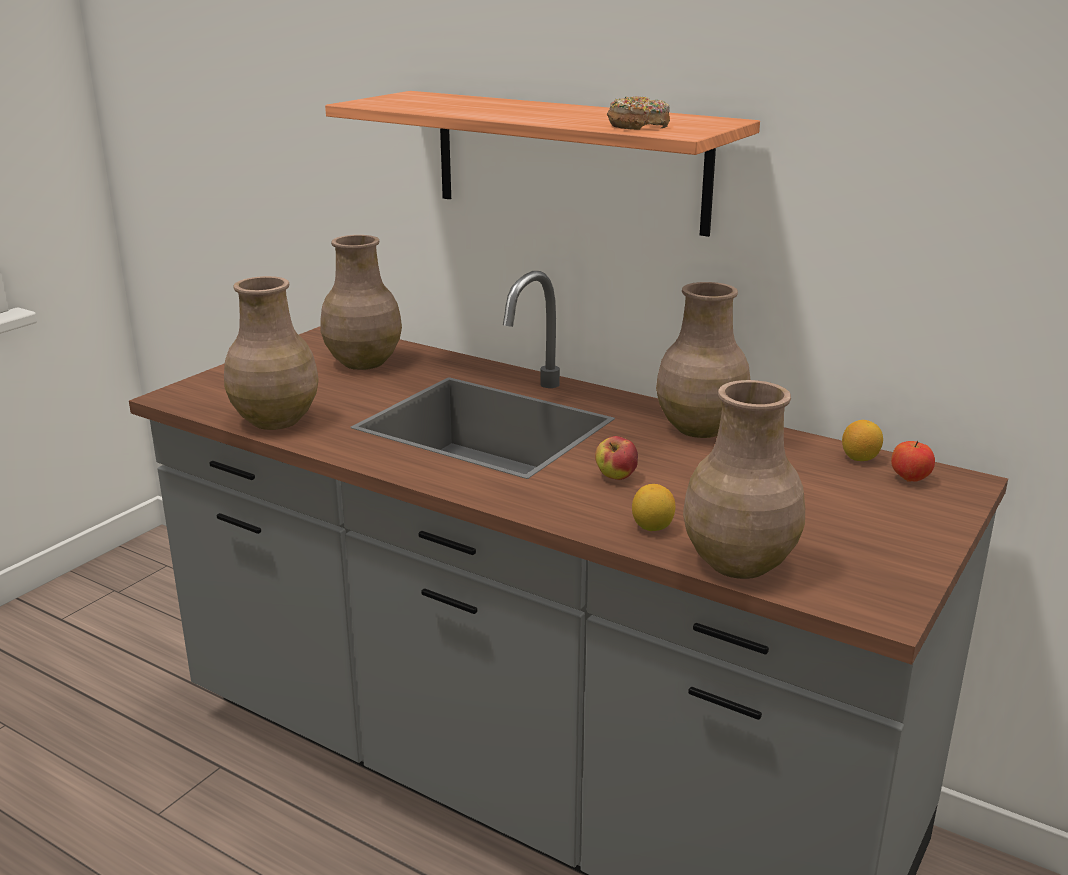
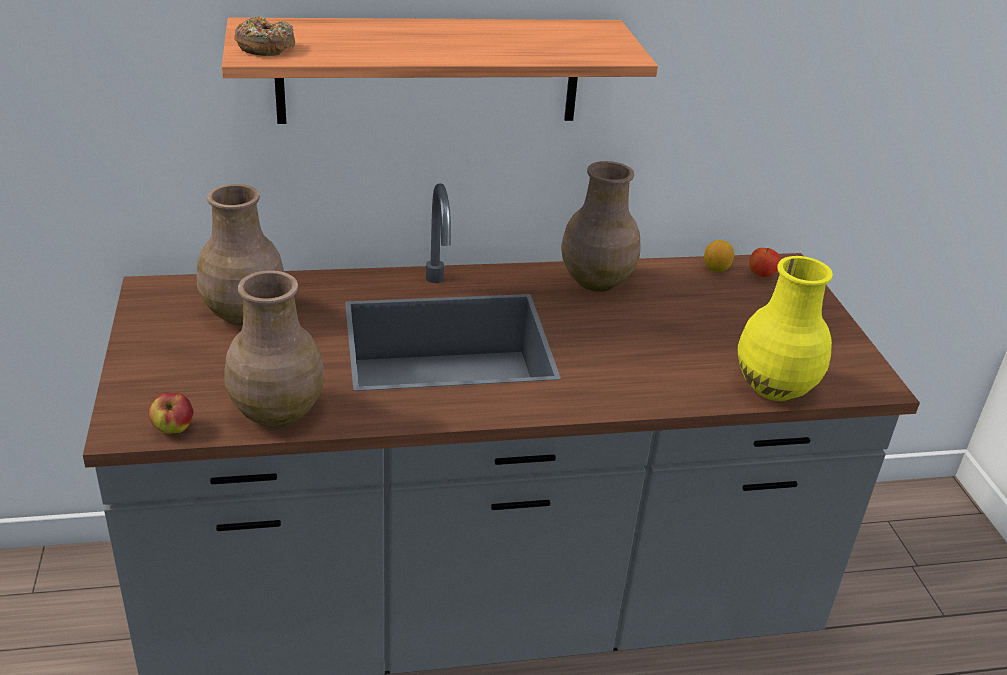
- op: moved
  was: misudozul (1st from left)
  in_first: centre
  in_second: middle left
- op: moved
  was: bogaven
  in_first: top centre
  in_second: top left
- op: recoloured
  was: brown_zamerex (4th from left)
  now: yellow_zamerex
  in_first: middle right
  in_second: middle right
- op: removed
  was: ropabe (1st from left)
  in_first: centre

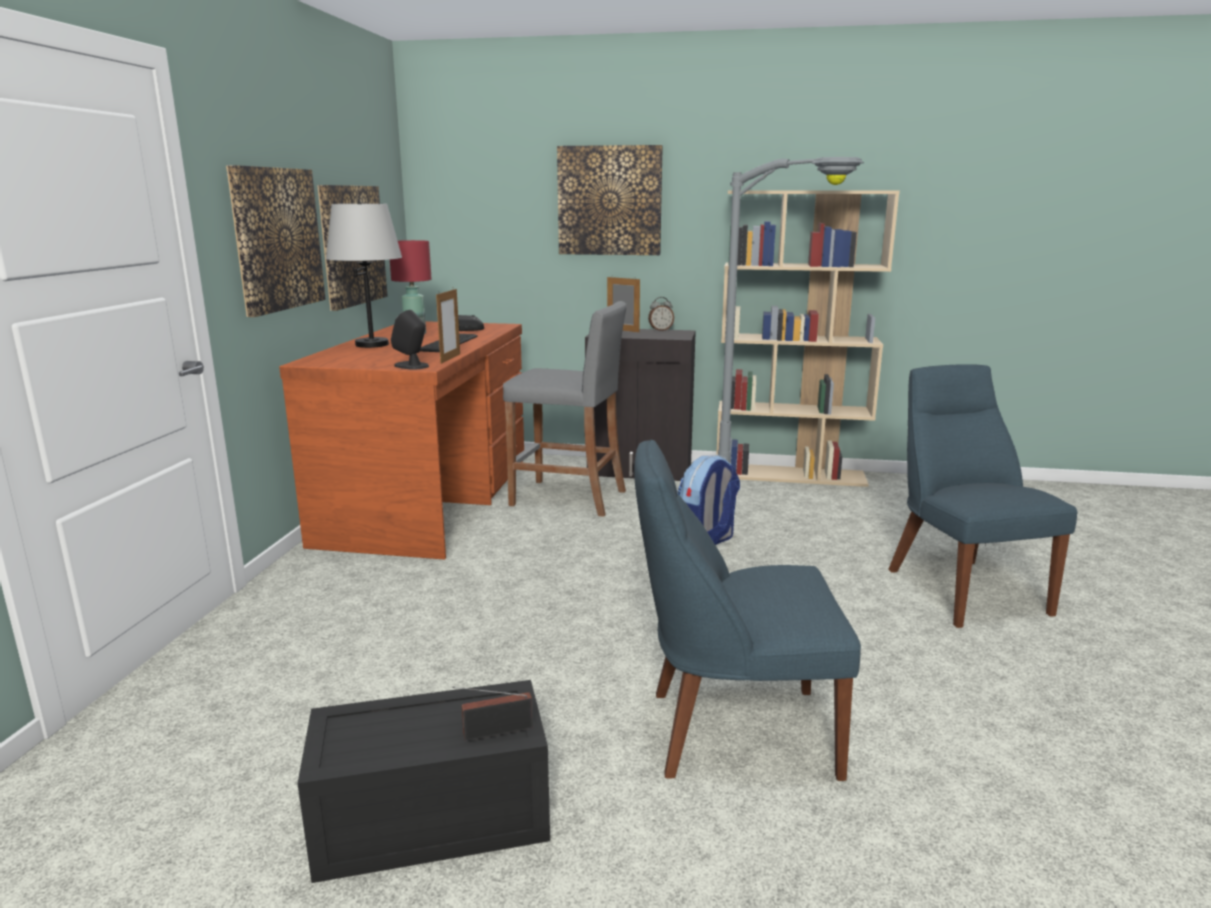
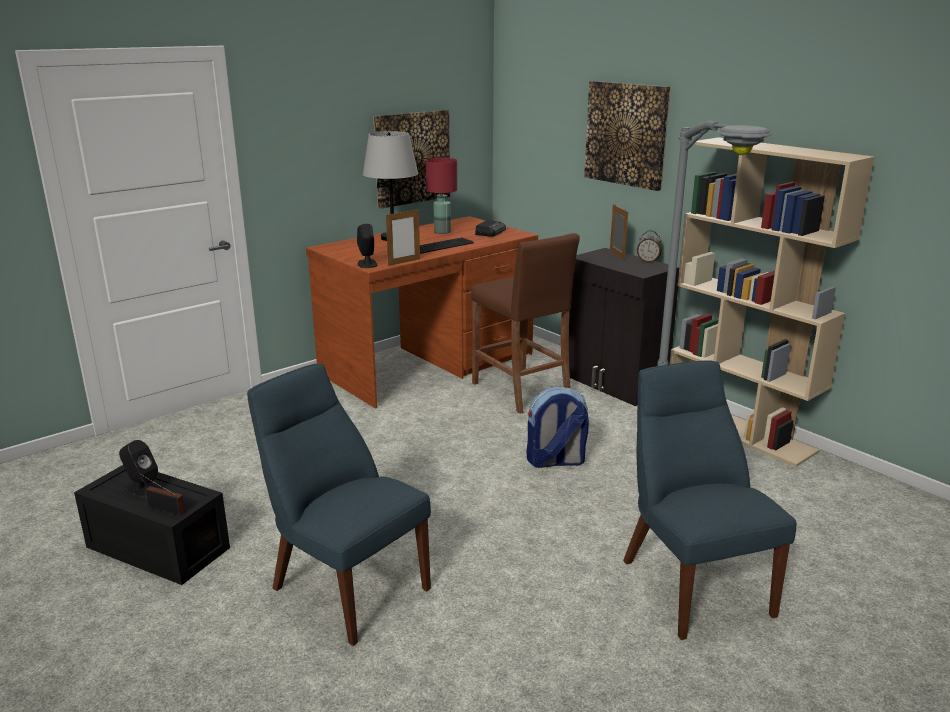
- op: added
  now: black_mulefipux (1st from left)
  in_second: middle left
- op: recoloured
  was: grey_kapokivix
  now: brown_kapokivix
  in_first: centre
  in_second: centre
- op: turned
  was: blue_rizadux (2nd from left)
  in_first: middle right
  in_second: bottom right
  clockwise: -45
- op: removed
  was: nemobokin (1st from left)
  in_first: top left

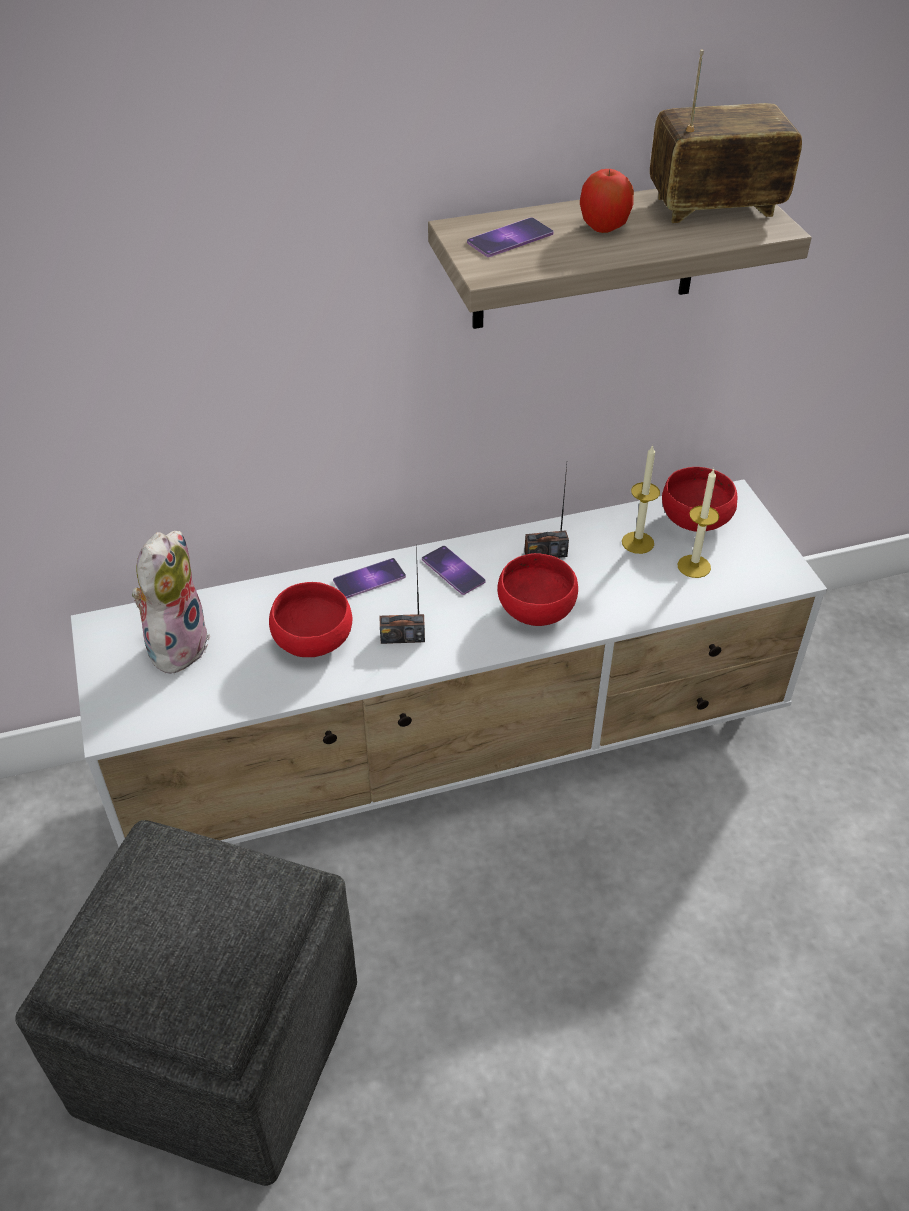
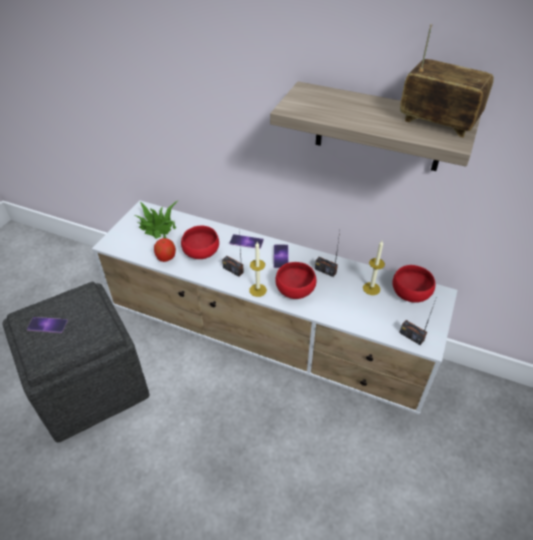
- op: moved
  was: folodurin (3rd from left in the first image)
  now: folodurin (1st from left)
  in_first: top centre
  in_second: middle left
- op: replaced
  was: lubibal
  now: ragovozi
  in_first: middle left
  in_second: middle left
- op: moved
  was: misudozul
  in_first: top right
  in_second: middle left
- op: moved
  was: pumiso (2nd from left in the first image)
  now: pumiso (1st from left)
  in_first: middle right
  in_second: centre
- op: added
  now: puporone (3rd from left)
  in_second: middle right

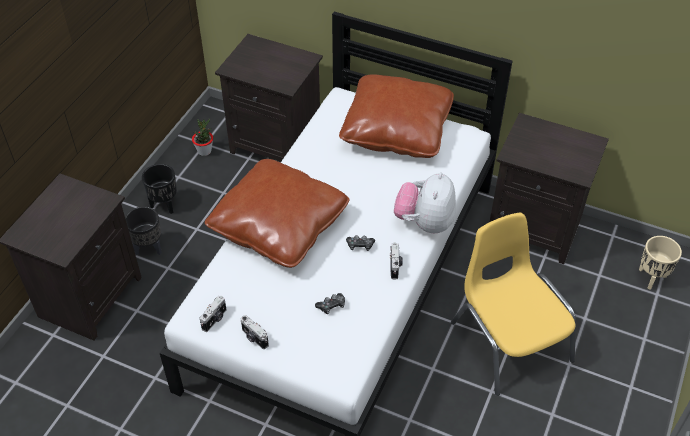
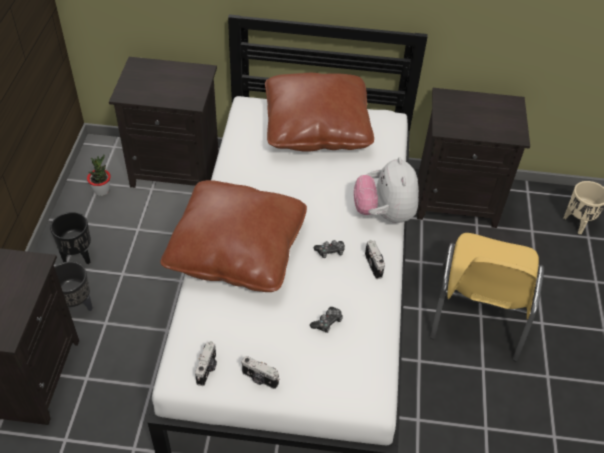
- op: turned
  was: yellow_rizadux
  in_first: bottom right
  in_second: middle right
  clockwise: -120

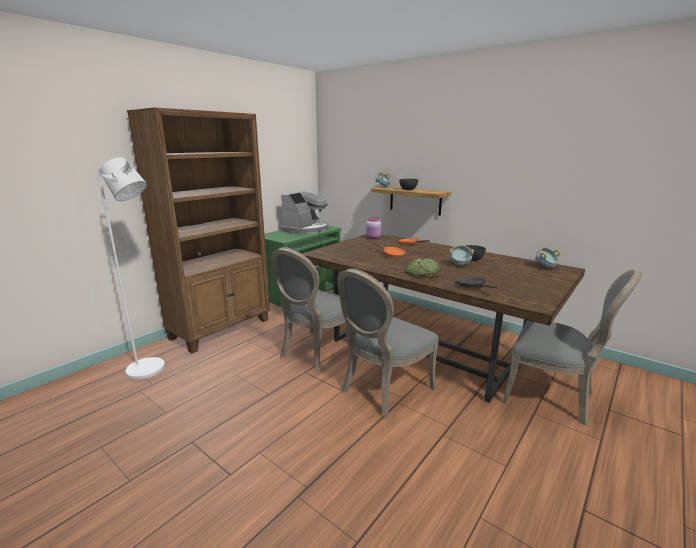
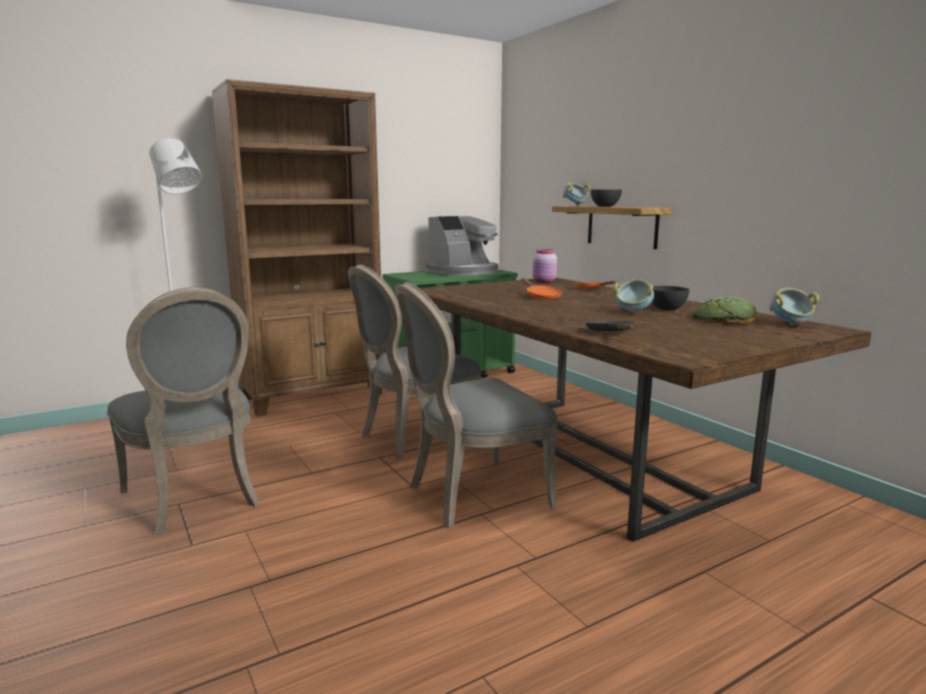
- op: moved
  was: grey_rizadux (3rd from left in the first image)
  now: grey_rizadux (1st from left)
  in_first: middle right
  in_second: middle left
- op: moved
  was: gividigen
  in_first: centre
  in_second: middle right

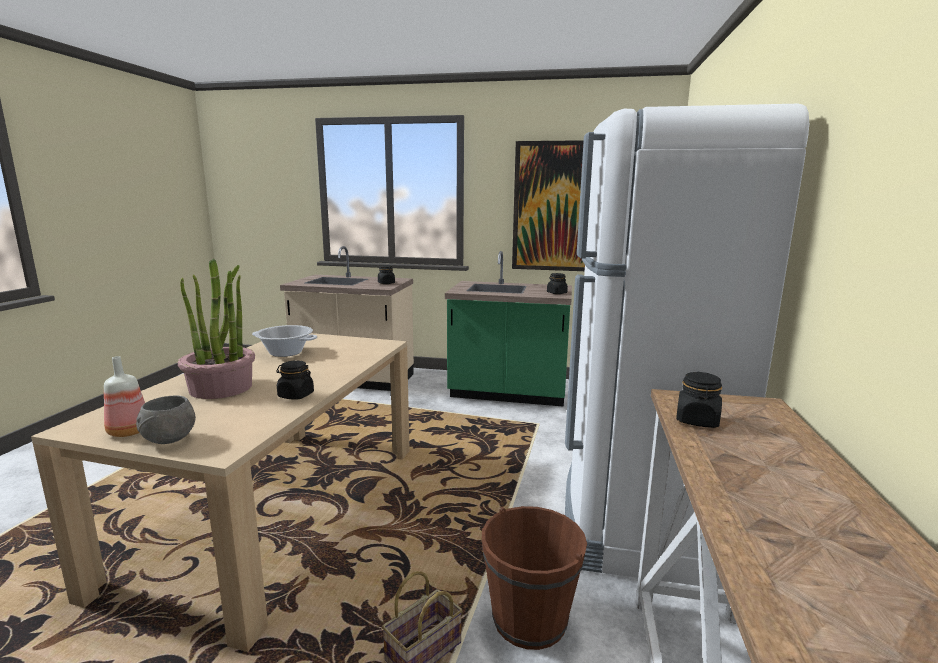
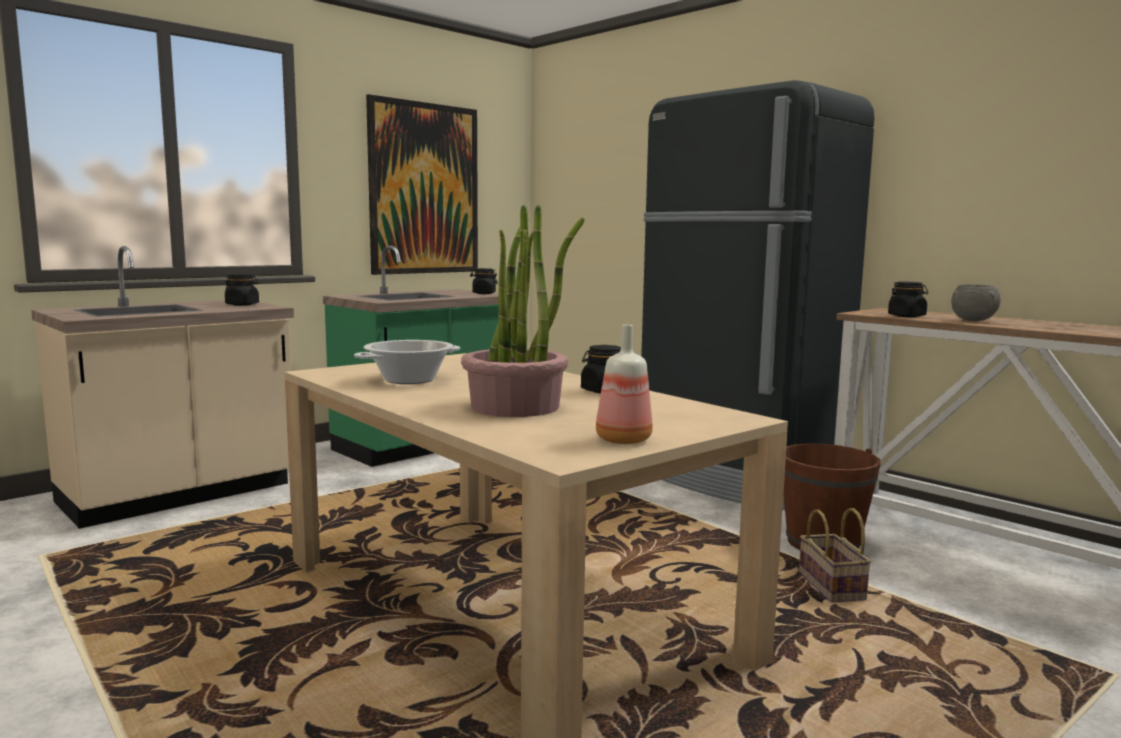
- op: recoloured
  was: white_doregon
  now: black_doregon
  in_first: middle right
  in_second: middle right
- op: moved
  was: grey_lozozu
  in_first: middle left
  in_second: middle right

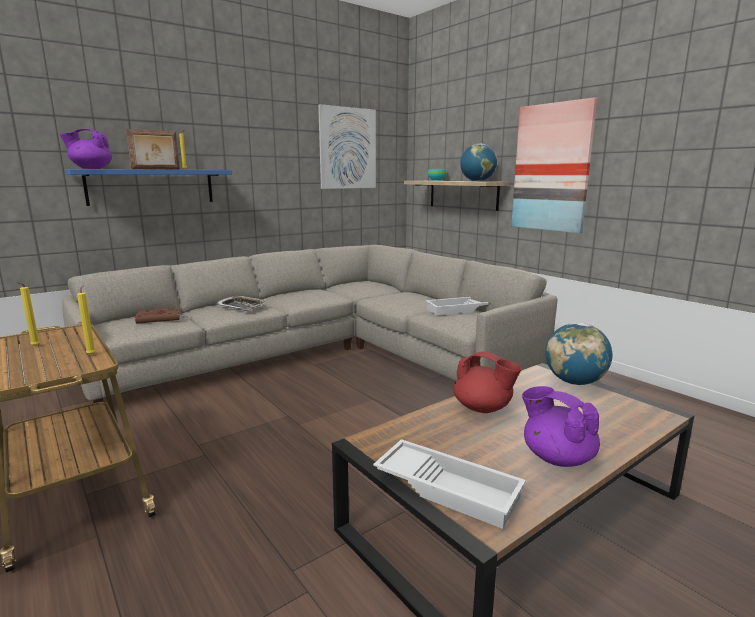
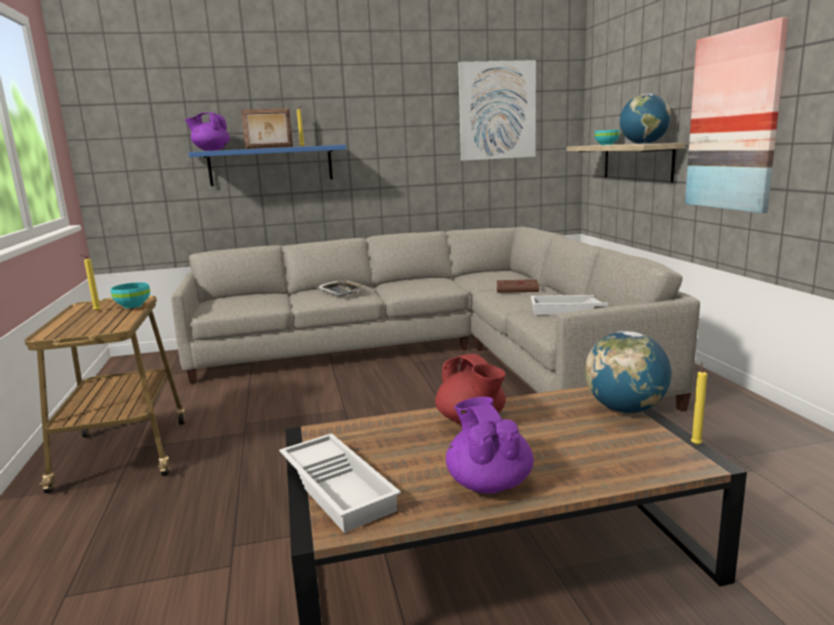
- op: added
  now: turquoise_lozozu (1st from left)
  in_second: middle left
- op: moved
  was: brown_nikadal
  in_first: middle left
  in_second: centre
- op: moved
  was: yellow_pumiso (2nd from left in the first image)
  now: yellow_pumiso (3rd from left)
  in_first: middle left
  in_second: middle right

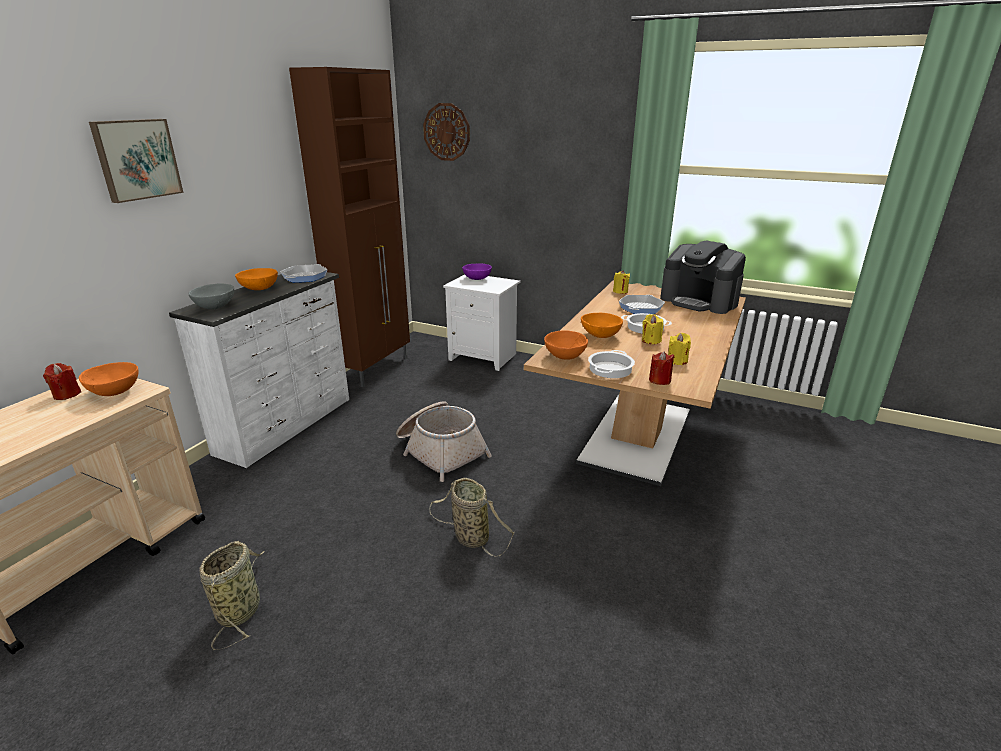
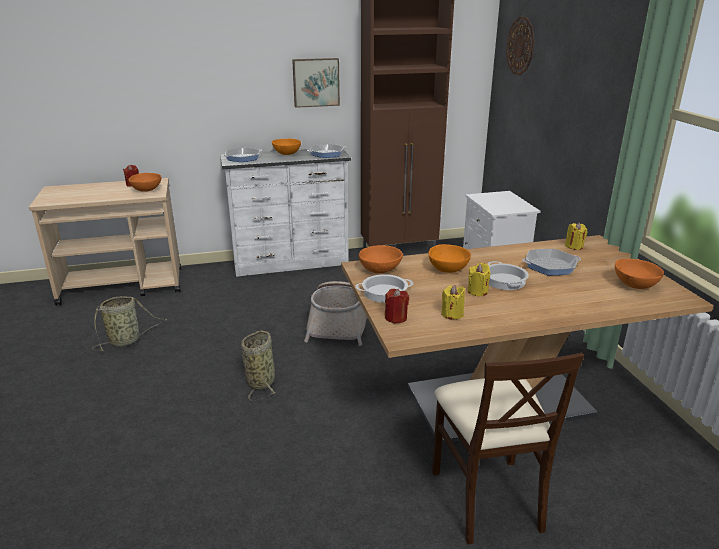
- op: replaced
  was: grey_lozozu
  now: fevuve (1st from left)
  in_first: middle left
  in_second: top centre
- op: moved
  was: nemobokin
  in_first: top left
  in_second: top centre
- op: added
  now: beige_rizadux
  in_second: bottom right
- op: replaced
  was: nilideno
  now: orange_lozozu (5th from left)
  in_first: middle right
  in_second: middle right
- op: removed
  was: purple_lozozu
  in_first: centre

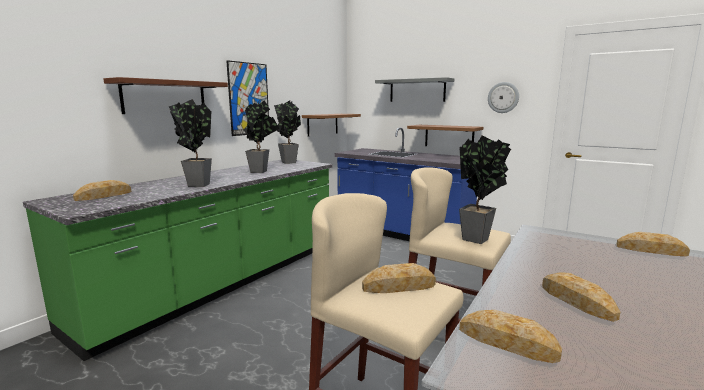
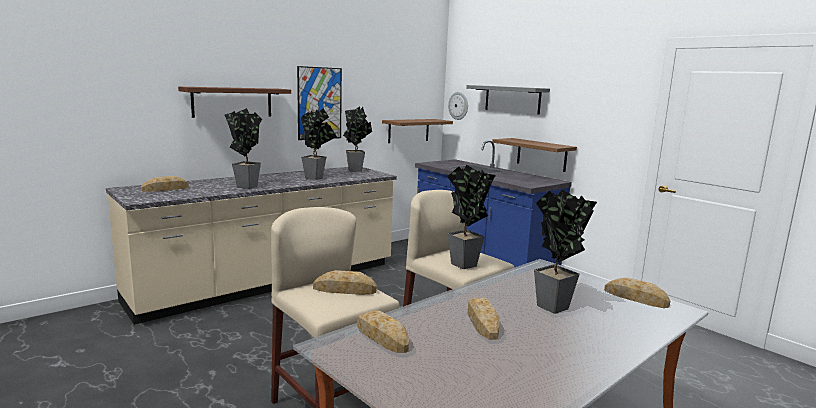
- op: recoloured
  was: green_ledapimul
  now: beige_ledapimul
  in_first: bottom left
  in_second: middle left
- op: moved
  was: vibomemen
  in_first: top right
  in_second: top centre
- op: added
  now: ragovozi (5th from left)
  in_second: middle right

